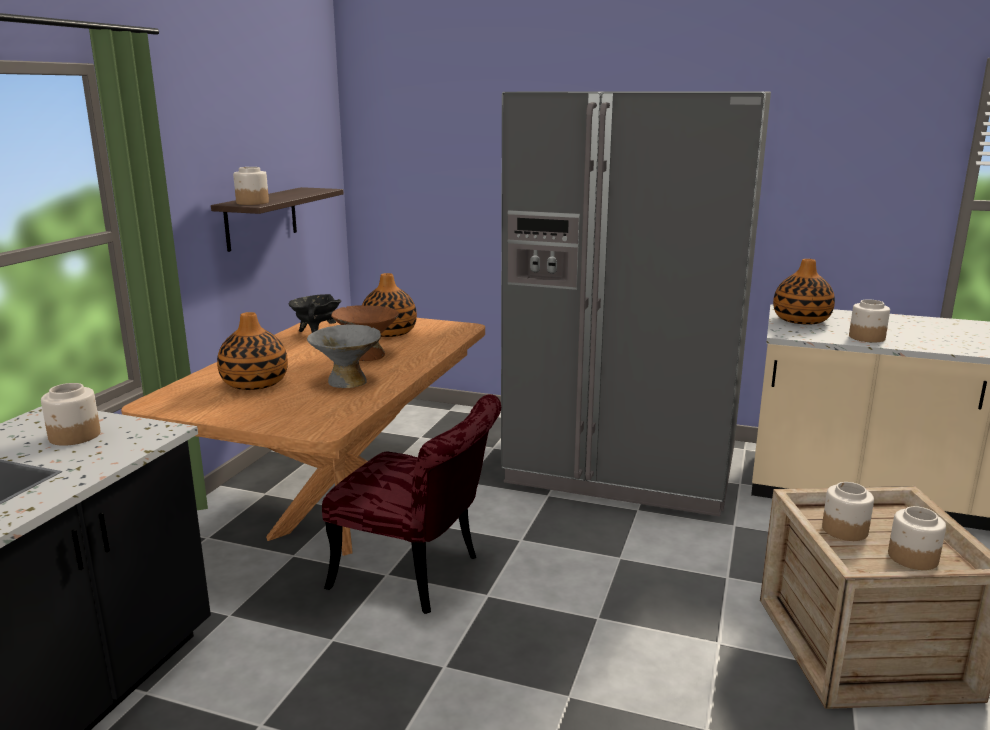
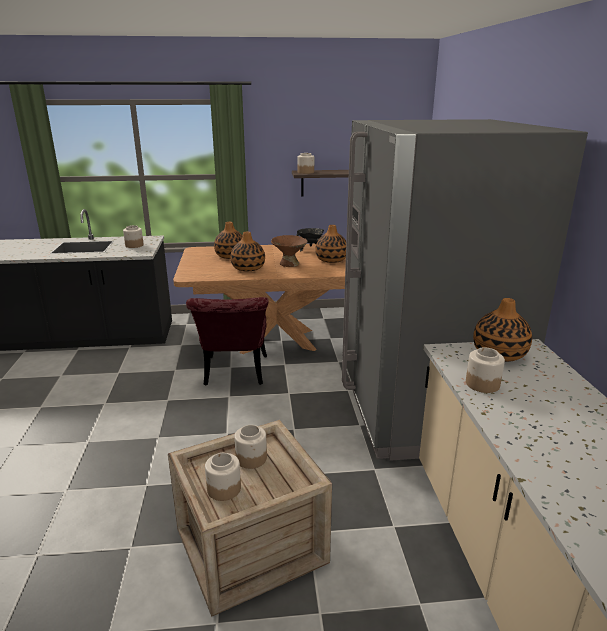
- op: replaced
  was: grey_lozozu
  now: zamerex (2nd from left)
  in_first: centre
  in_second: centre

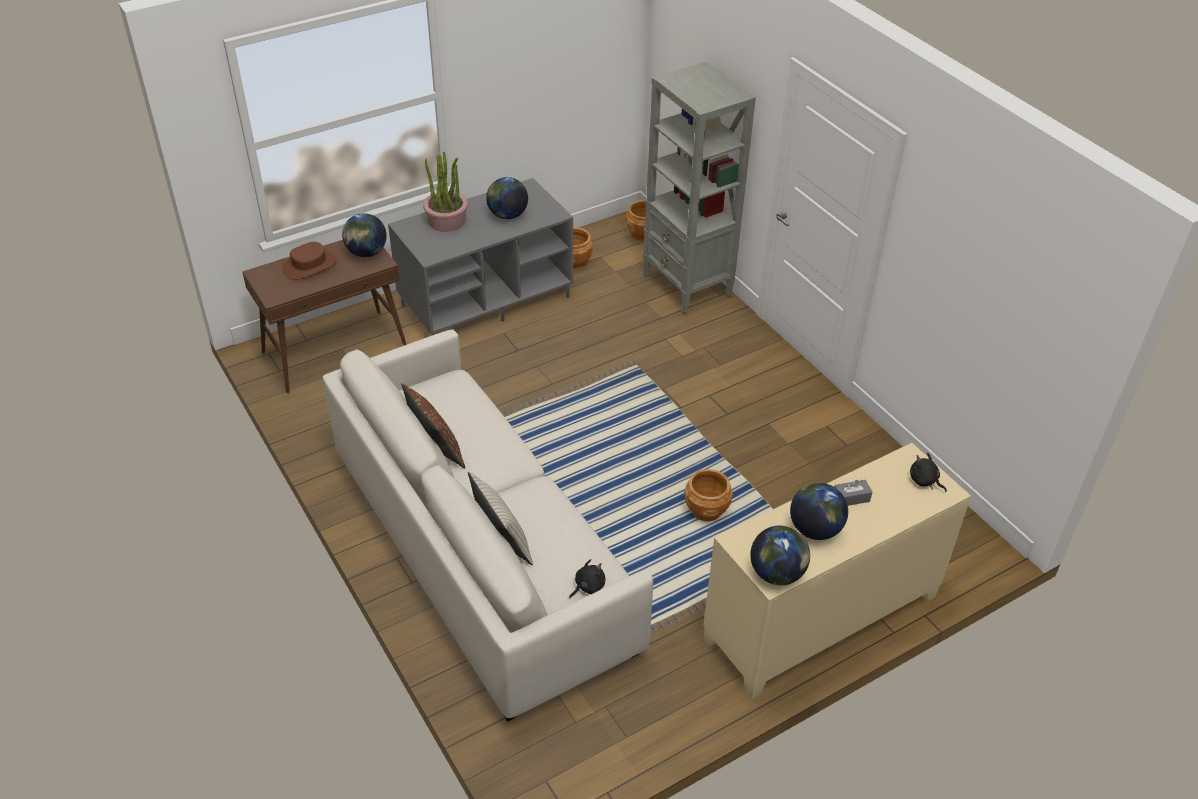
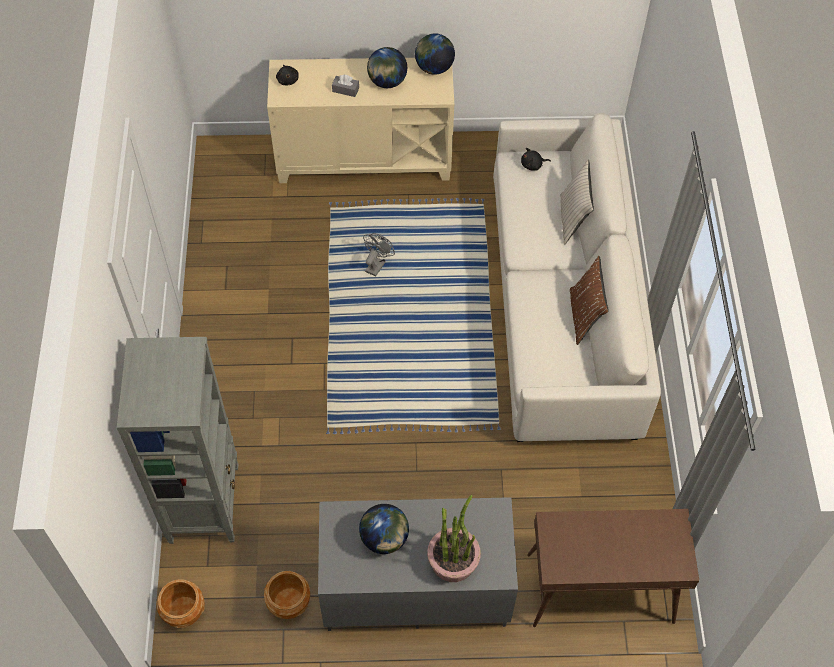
- op: replaced
  was: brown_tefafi (3rd from left)
  now: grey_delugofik
  in_first: centre
  in_second: centre
- op: removed
  was: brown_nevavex
  in_first: top left
- op: removed
  was: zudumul (1st from left)
  in_first: top left

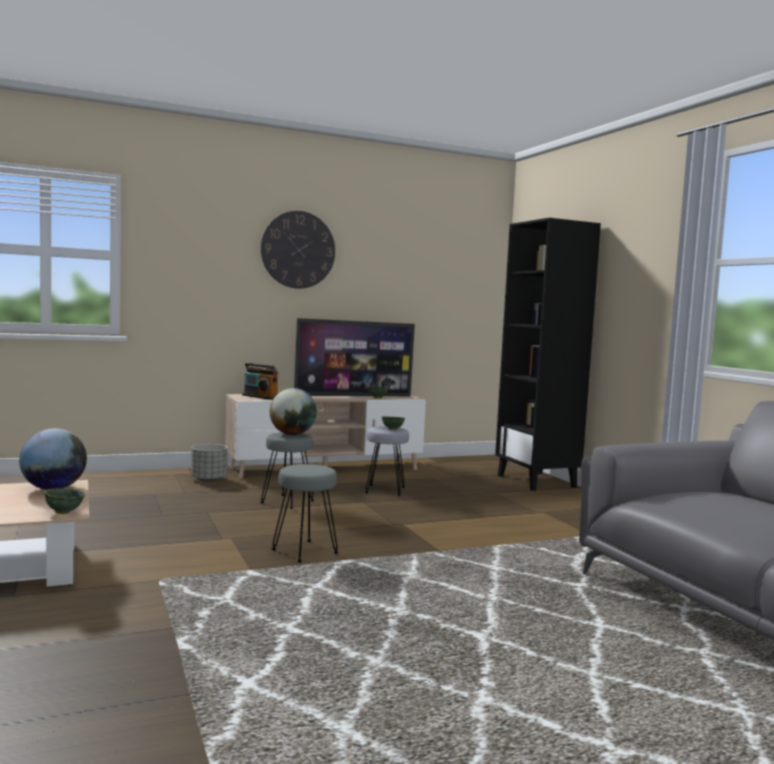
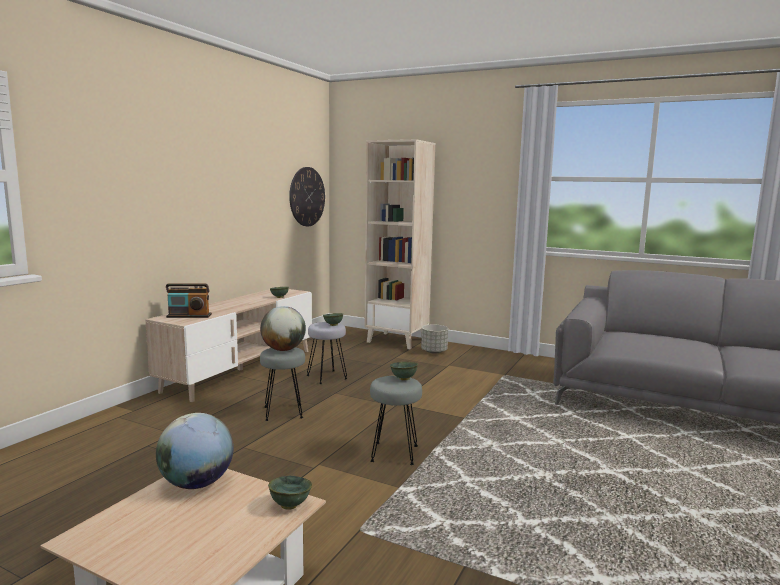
- op: moved
  was: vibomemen
  in_first: top centre
  in_second: centre
- op: recoloured
  was: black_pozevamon
  now: beige_pozevamon
  in_first: middle right
  in_second: centre
- op: added
  now: green_lozozu (4th from left)
  in_second: centre
- op: moved
  was: grey_tefafi
  in_first: middle left
  in_second: centre
- op: removed
  was: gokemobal
  in_first: centre

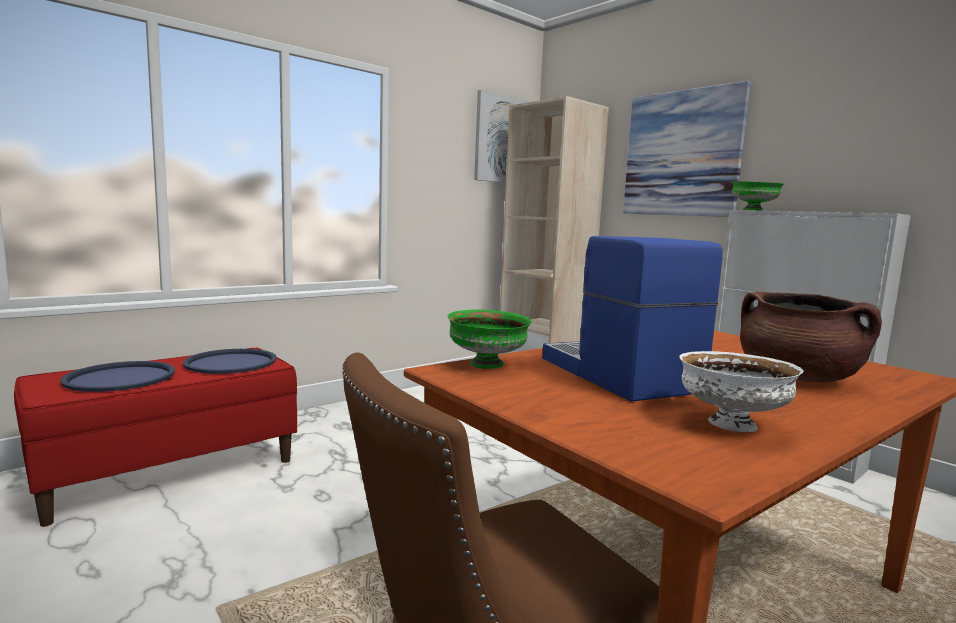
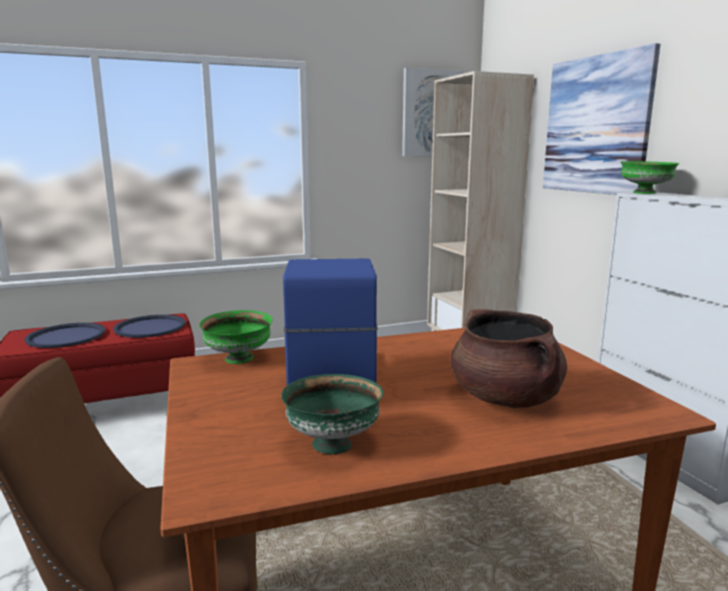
- op: recoloured
  was: white_lozozu
  now: green_lozozu (2nd from left)
  in_first: middle right
  in_second: bottom centre

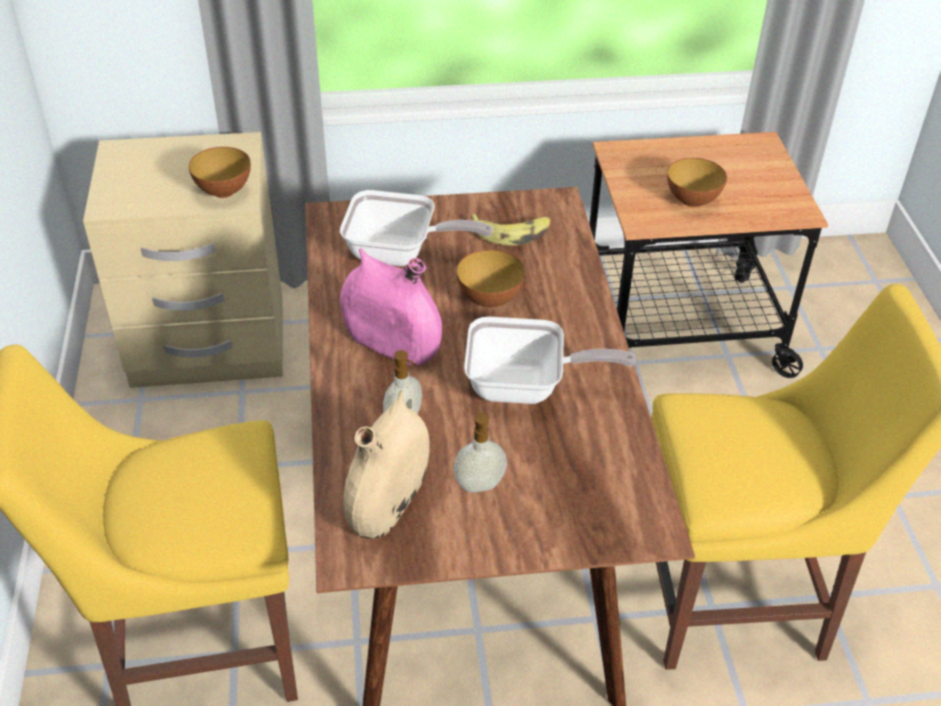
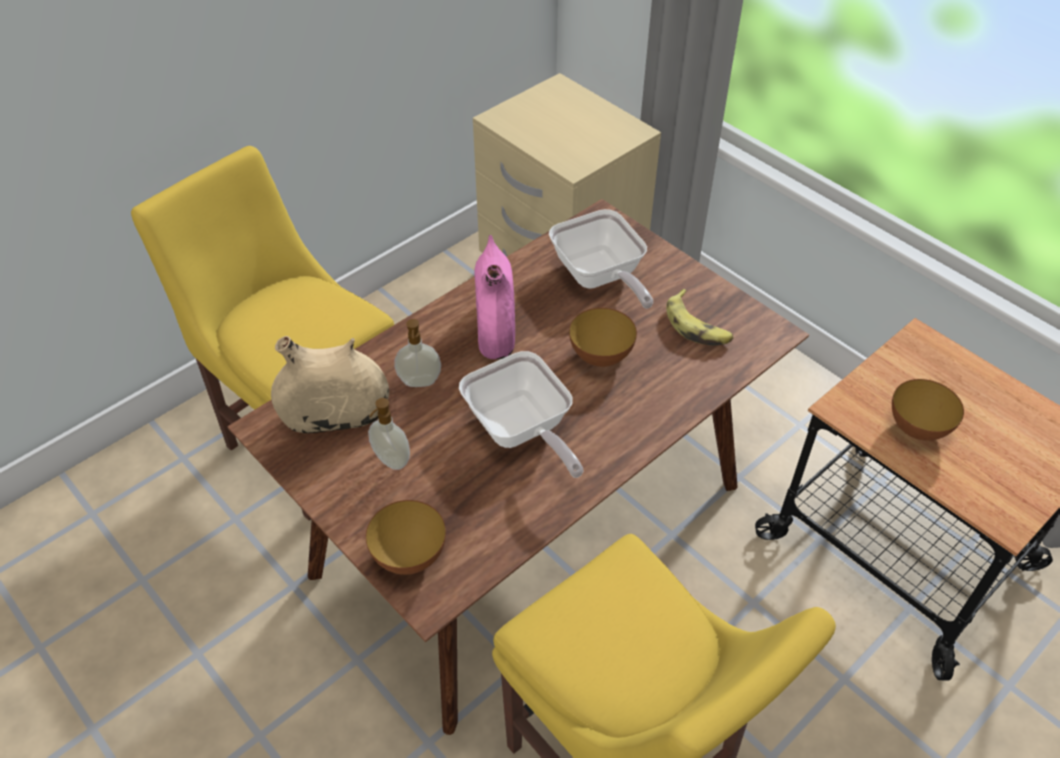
- op: moved
  was: lozozu (1st from left)
  in_first: top left
  in_second: bottom centre

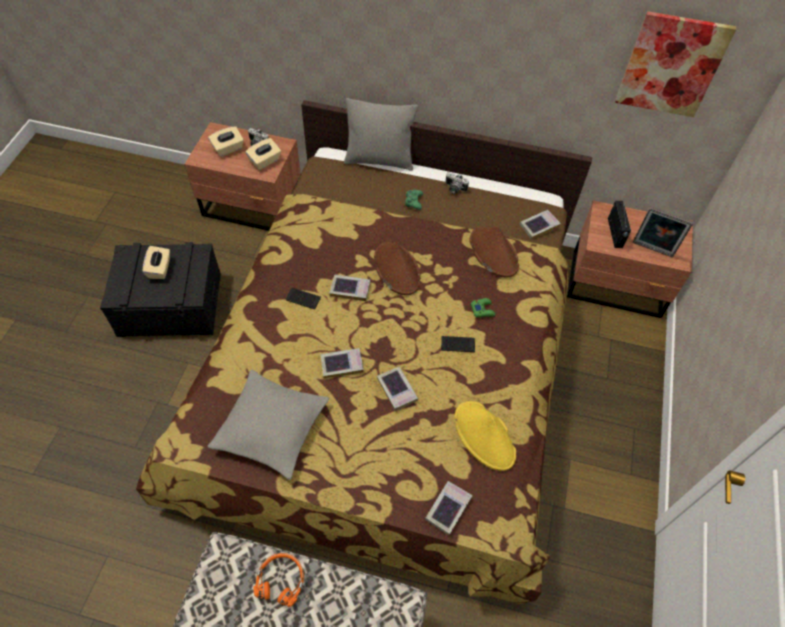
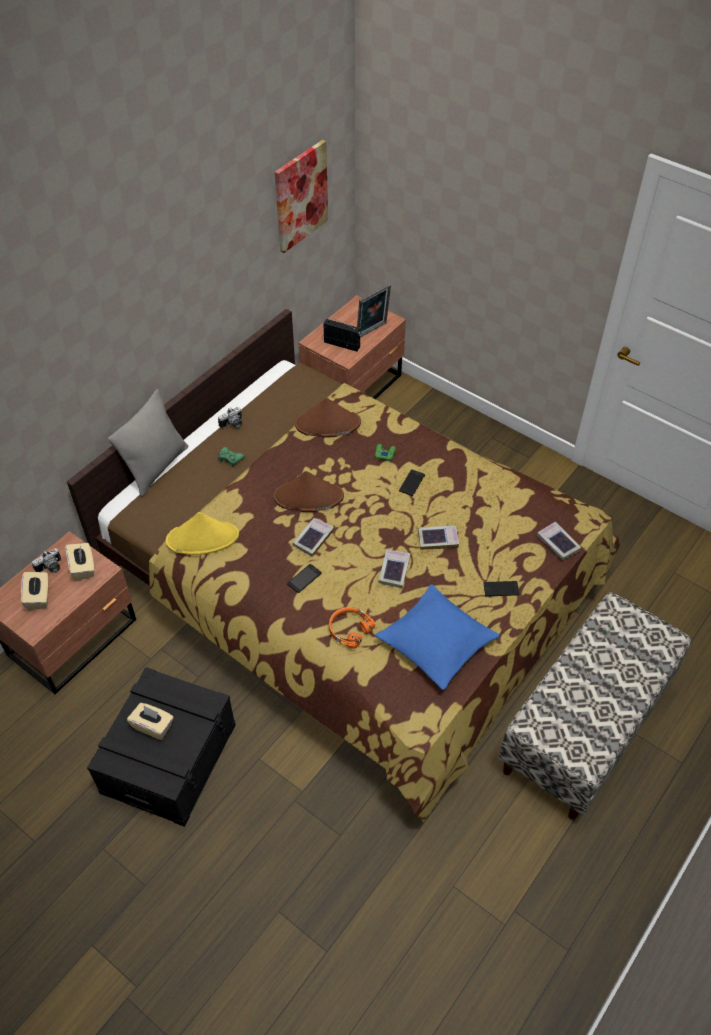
- op: moved
  was: yellow_nevavex
  in_first: bottom centre
  in_second: middle left
- op: moved
  was: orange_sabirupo
  in_first: bottom centre
  in_second: centre
- op: recoloured
  was: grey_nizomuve (1st from left)
  now: blue_nizomuve
  in_first: bottom centre
  in_second: centre
- op: added
  now: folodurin (3rd from left)
  in_second: middle right
- op: removed
  was: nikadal (5th from left)
  in_first: middle right

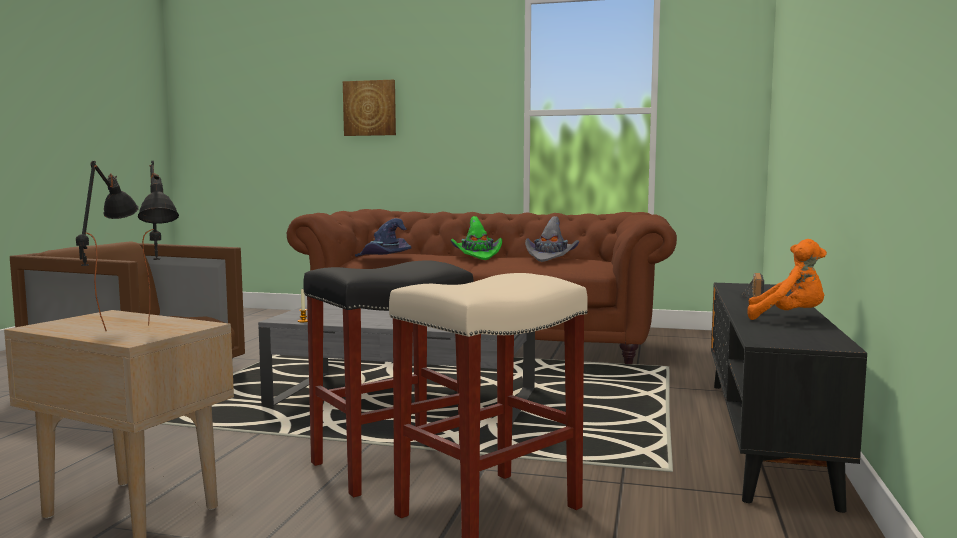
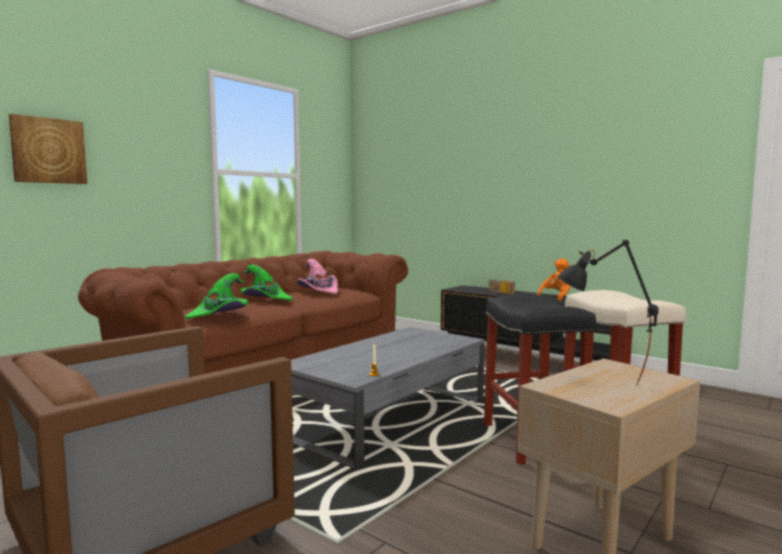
- op: recoloured
  was: blue_nevavex
  now: green_nevavex (1st from left)
  in_first: centre
  in_second: middle left
- op: recoloured
  was: grey_nevavex
  now: pink_nevavex
  in_first: centre
  in_second: centre
- op: removed
  was: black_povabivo (2nd from left)
  in_first: middle left

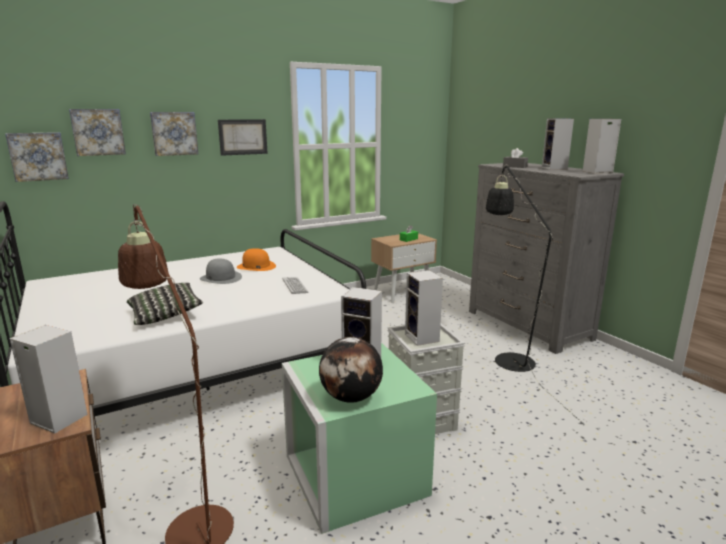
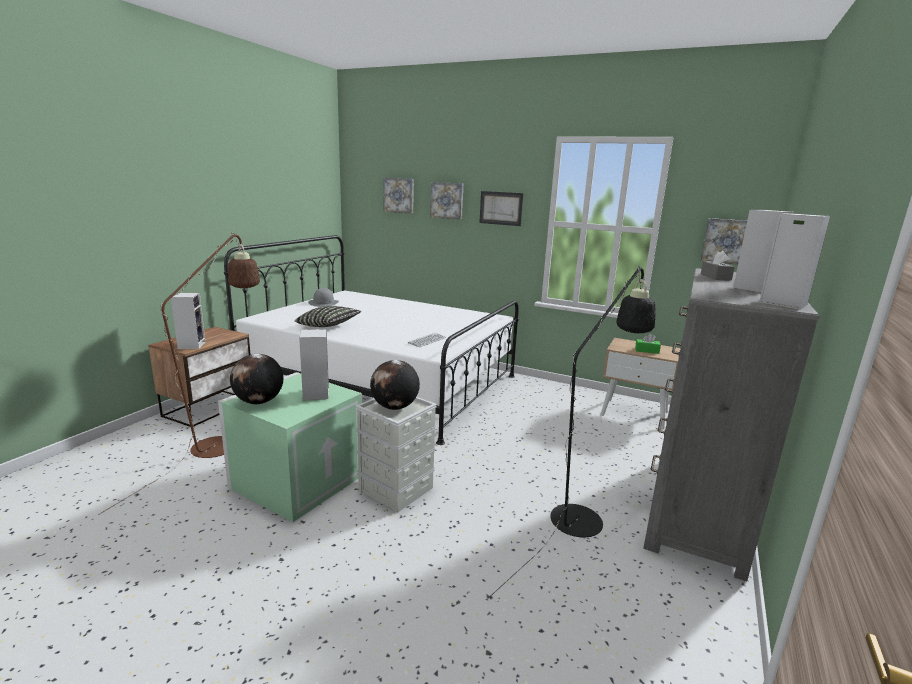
- op: moved
  was: grey_nevavex
  in_first: middle left
  in_second: centre
- op: replaced
  was: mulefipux (3rd from left)
  now: zudumul (2nd from left)
  in_first: centre
  in_second: centre
- op: moved
  was: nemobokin (1st from left in the first image)
  now: nemobokin (4th from left)
  in_first: top left
  in_second: middle right
- op: removed
  was: orange_nevavex
  in_first: centre

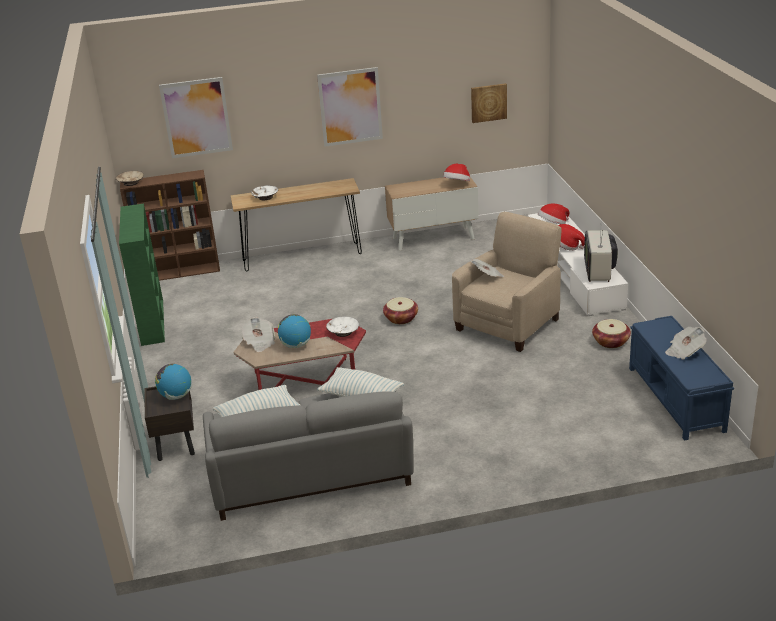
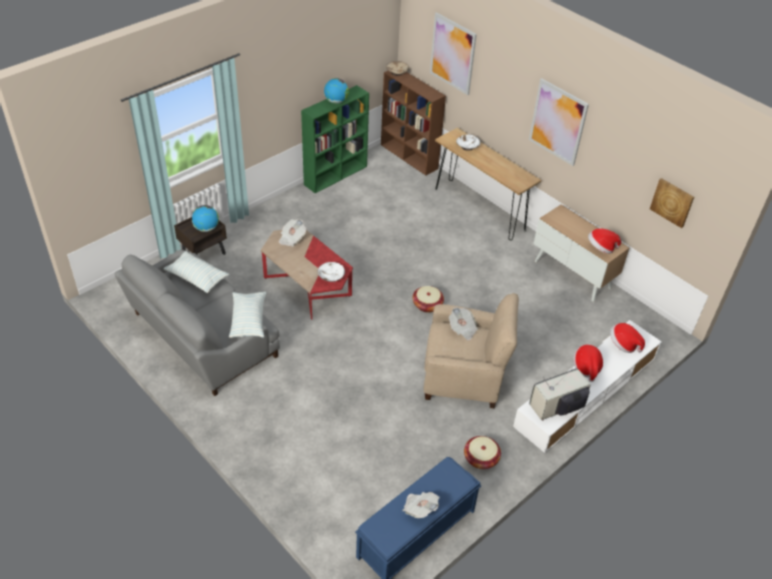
- op: moved
  was: zudumul (2nd from left)
  in_first: centre
  in_second: top centre

